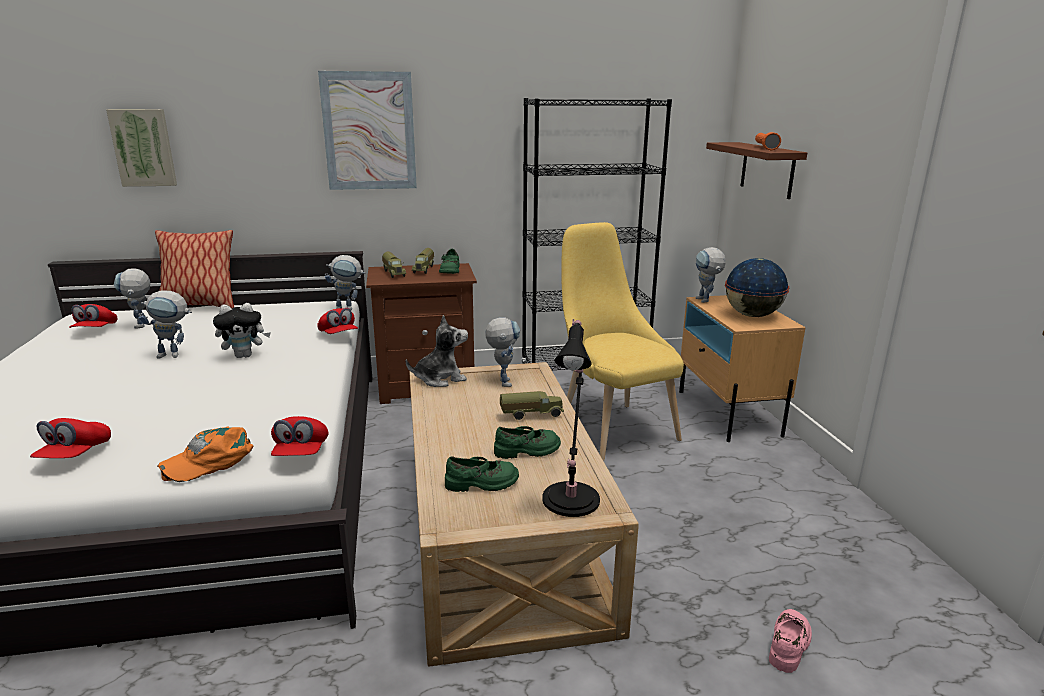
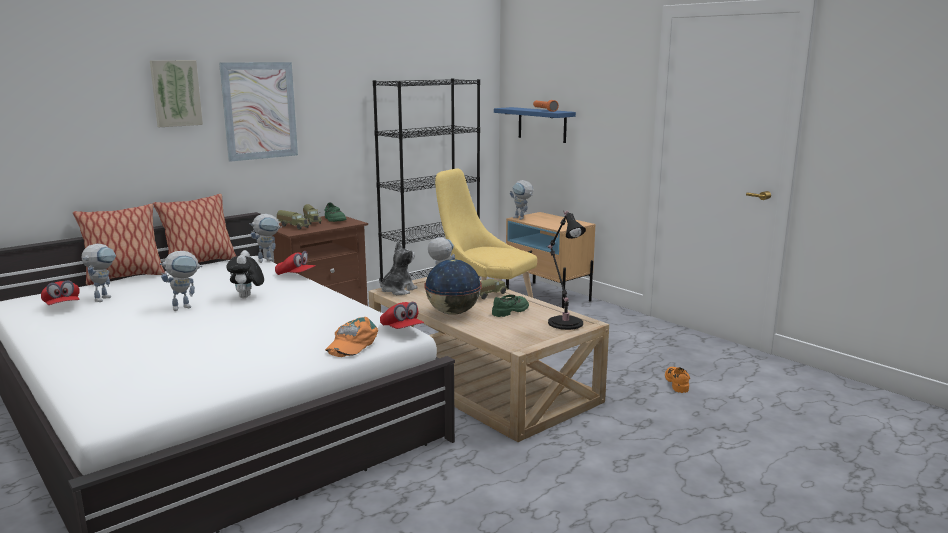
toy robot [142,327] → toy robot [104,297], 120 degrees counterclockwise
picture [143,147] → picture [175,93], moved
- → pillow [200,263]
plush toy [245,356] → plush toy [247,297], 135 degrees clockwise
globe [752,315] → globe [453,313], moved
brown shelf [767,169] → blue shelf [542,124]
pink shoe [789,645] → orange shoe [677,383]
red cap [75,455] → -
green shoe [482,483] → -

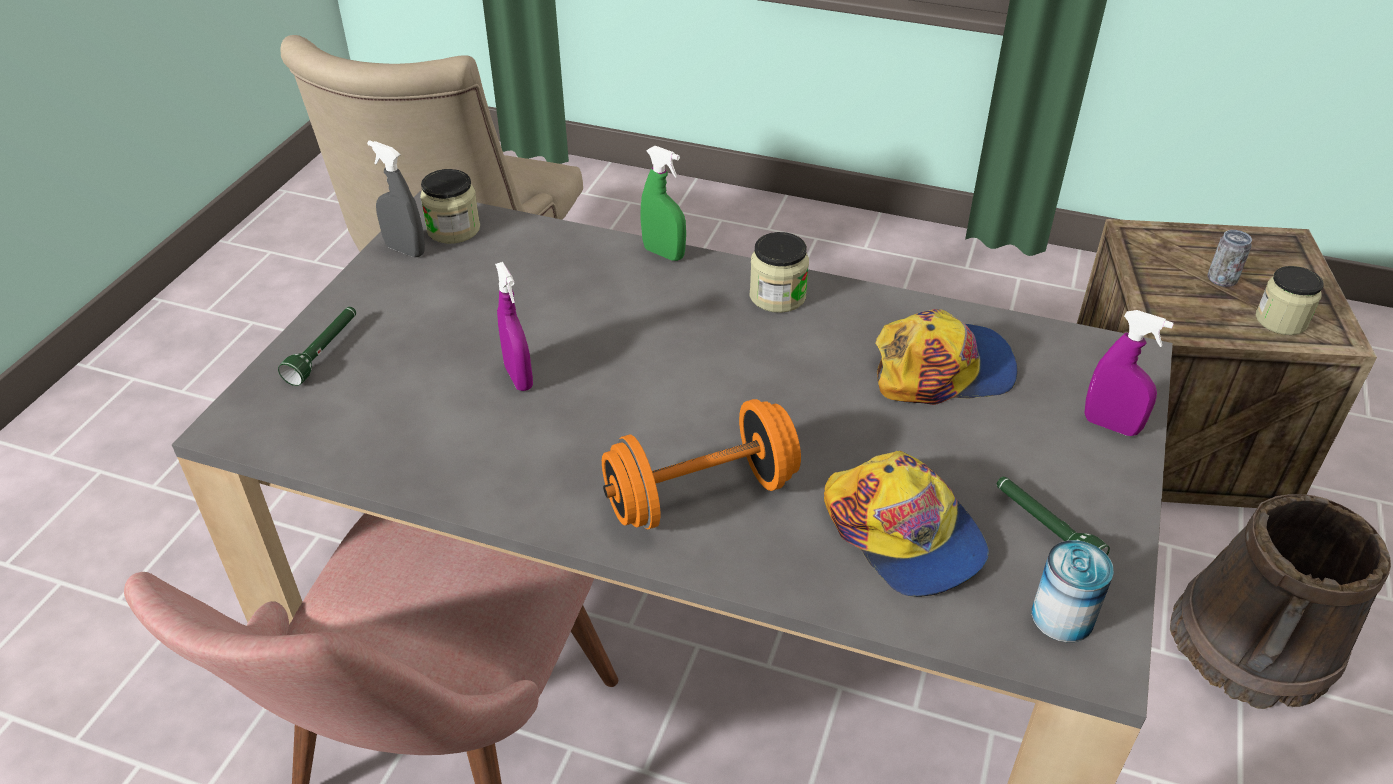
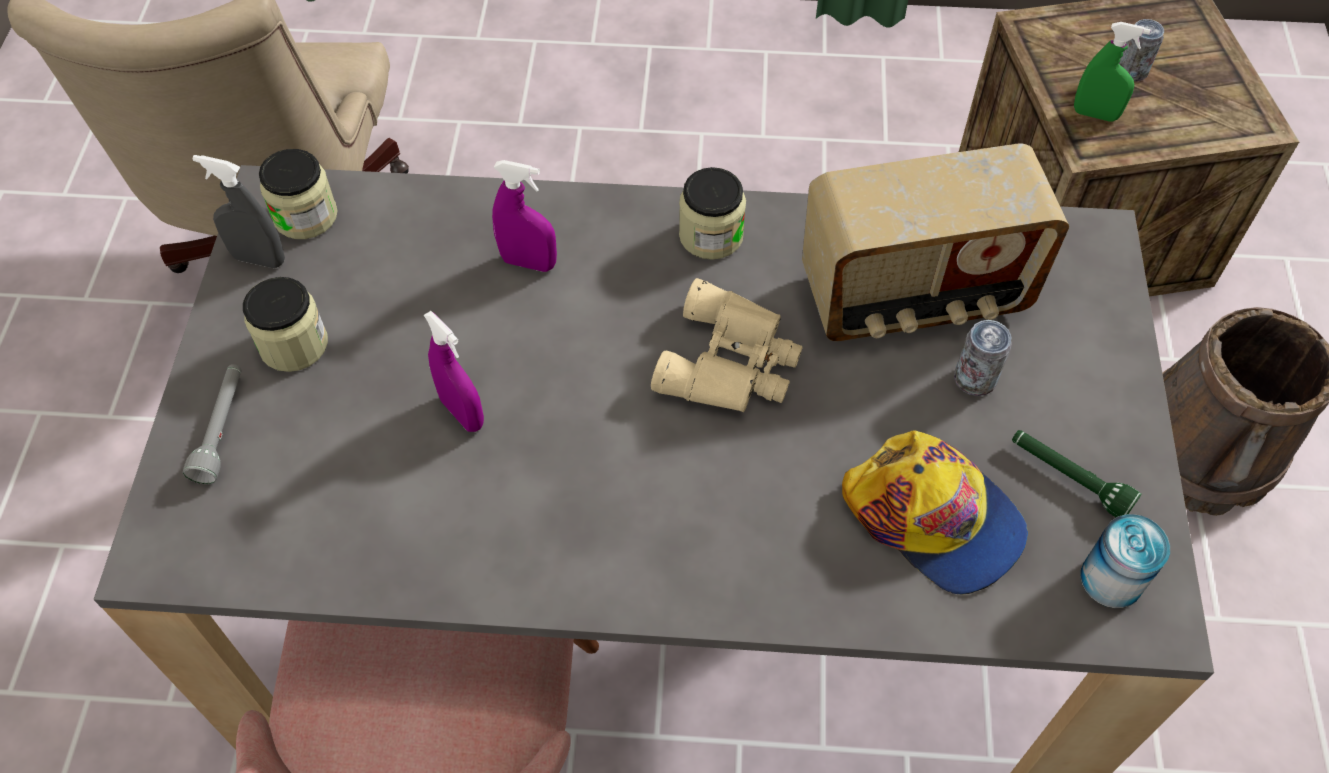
green flashlight [324,352] → grey flashlight [222,429]
jar [1280,320] → jar [294,344], moved
purple spray bottle [1111,426] → purple spray bottle [528,262], moved
- → beige binoculars [732,363]
cap [943,369] → radio [914,297]
- → can [975,379]
green spray bottle [664,253] → green spray bottle [1095,114], moved
orange dumbbell [701,495] → -

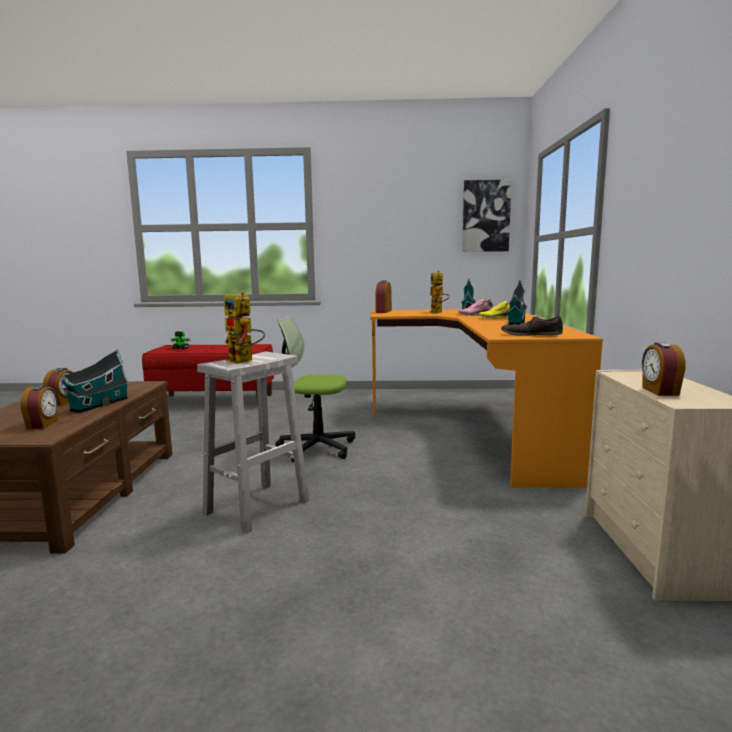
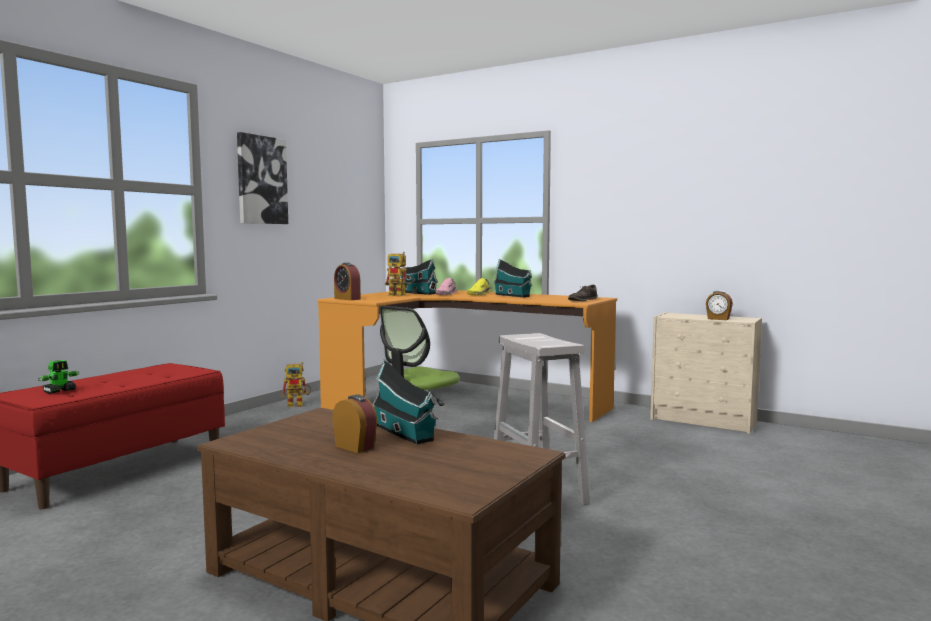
picture [486,216] → picture [261,180], moved
toy robot [245,361] → toy robot [299,404], moved
alarm clock [43,424] → -

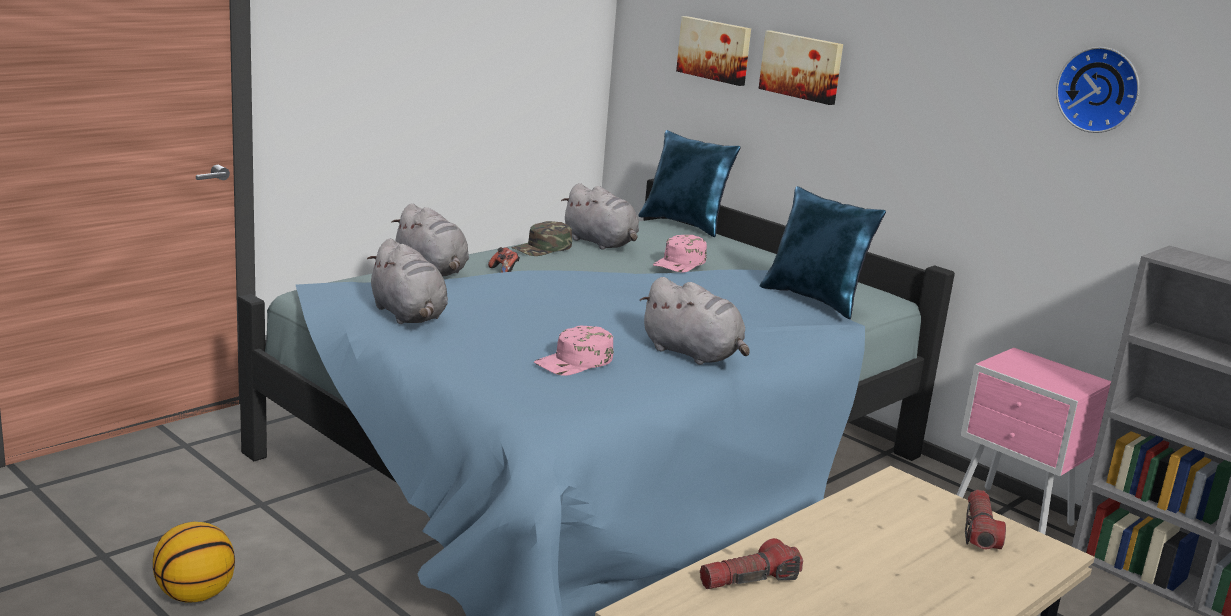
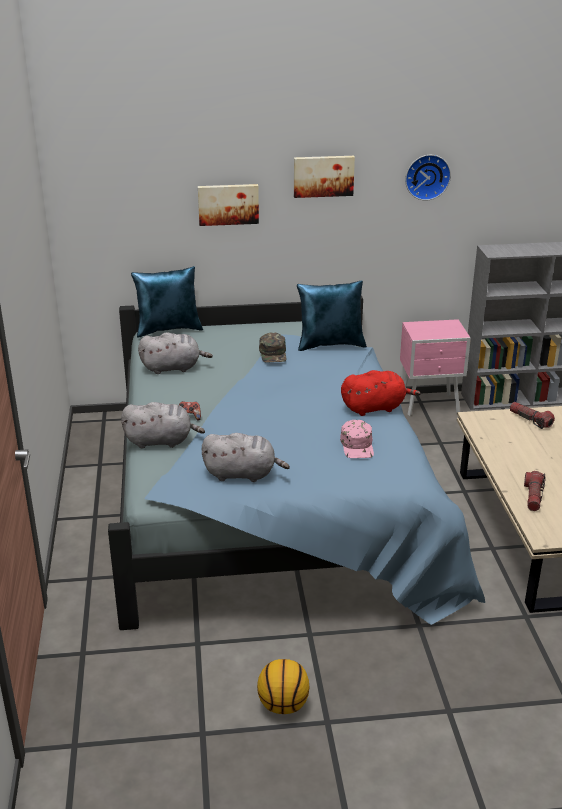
green cap [542,248] → green cap [273,353], moved
picture [715,50] → picture [323,176], moved
grey plush toy [694,354] → red plush toy [375,408]
pink cap [680,263] → -

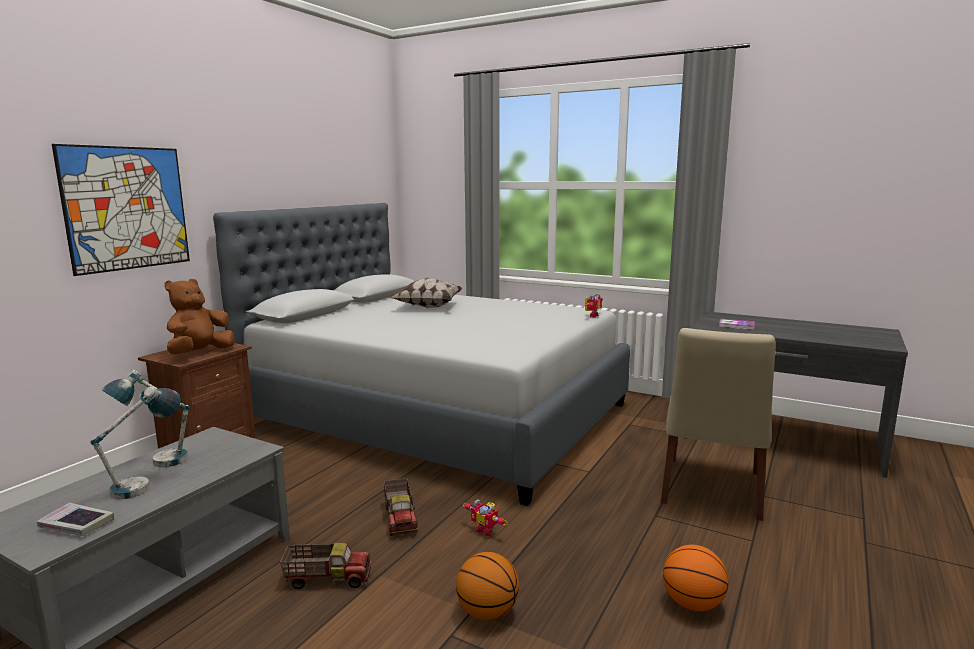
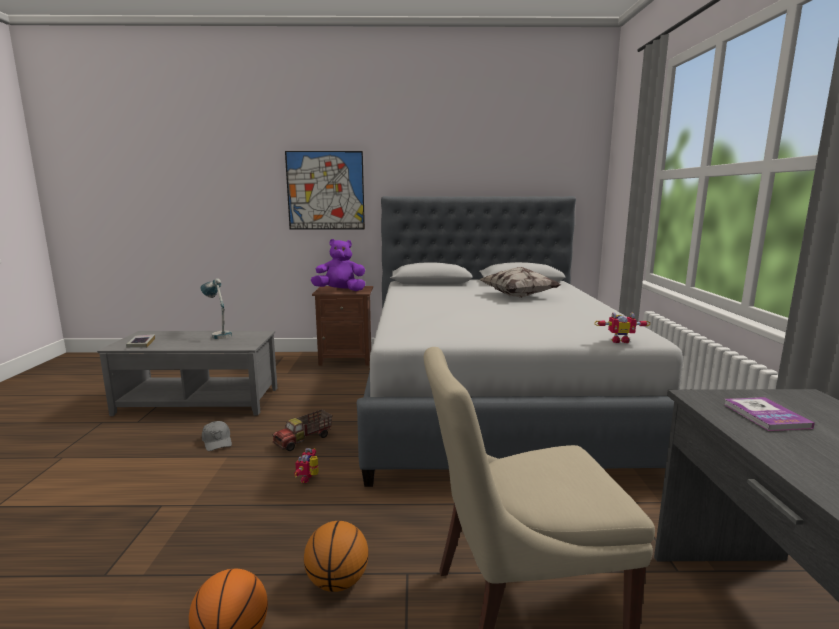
toy truck [327,578] → grey cap [217,441]
basketball [487,612] → basketball [338,582], moved
brown plush toy [200,353] → purple plush toy [340,290]
table lamp [146,484] → -

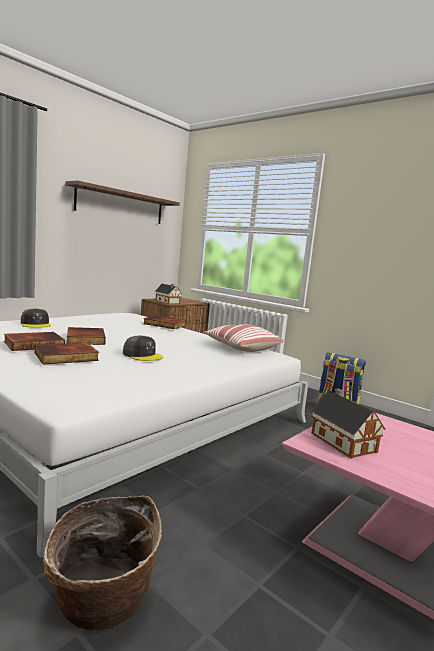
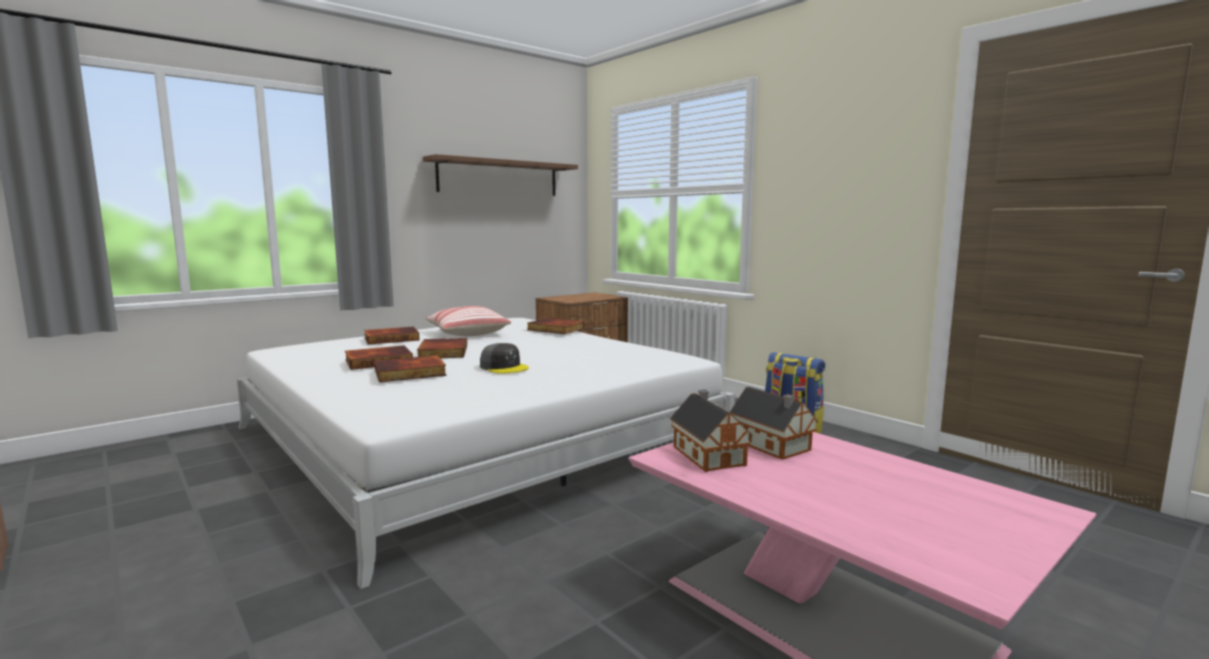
grey cap [36,324] → book [392,338]
pillow [241,348] → pillow [467,333], moved
toy house [168,302] → toy house [772,446], moved
basket [101,604] → -

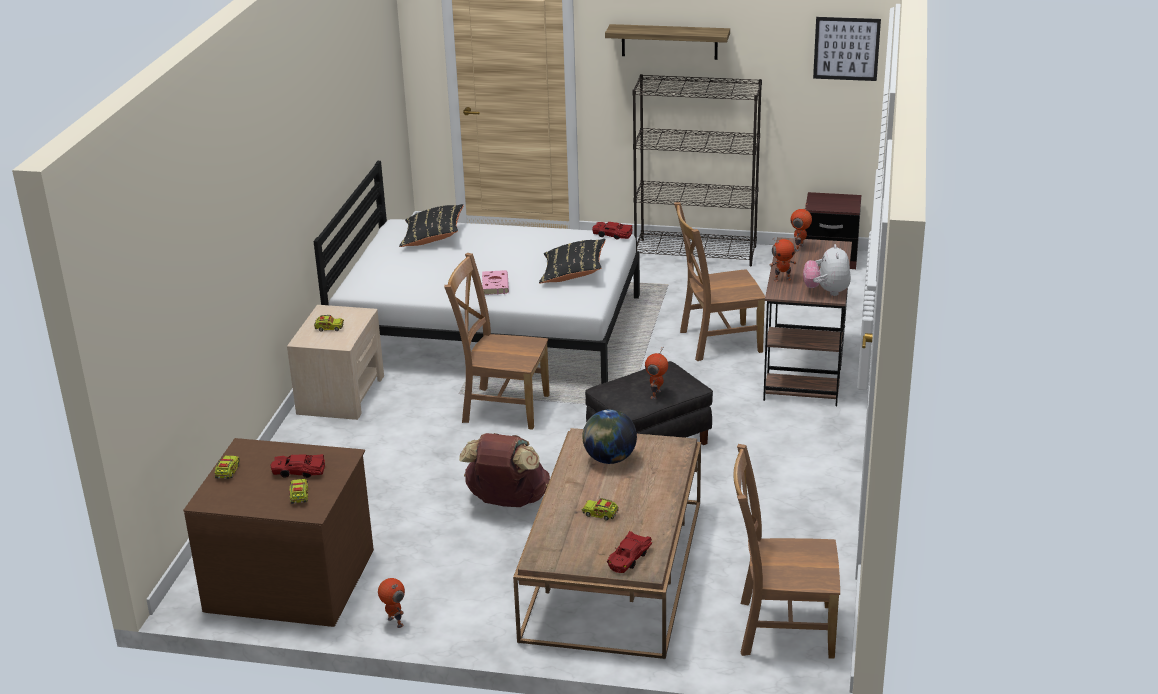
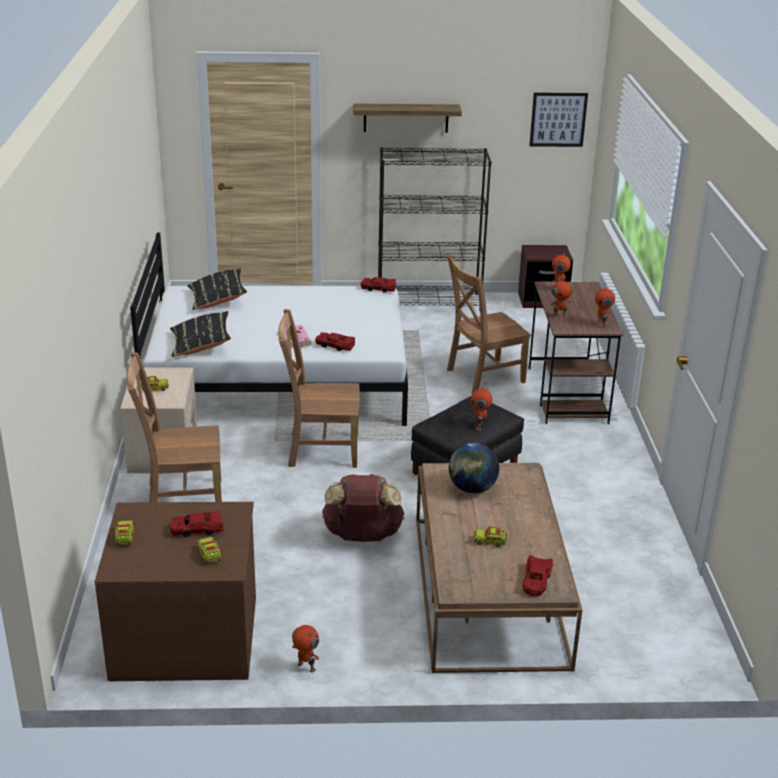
brown chair [781,628] → brown chair [181,500], moved
black pillow [573,273] → black pillow [201,345], moved
- → red toy car [334,345]
plush toy [826,291] → toy robot [602,324]

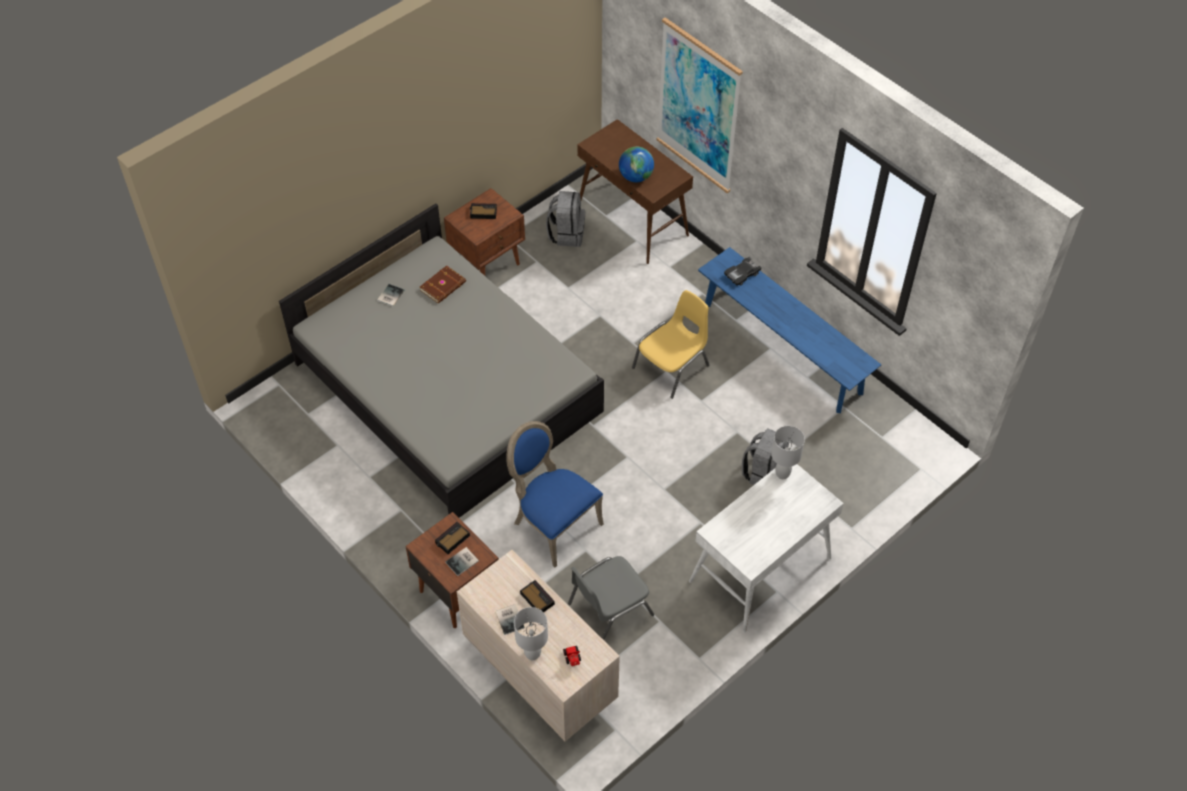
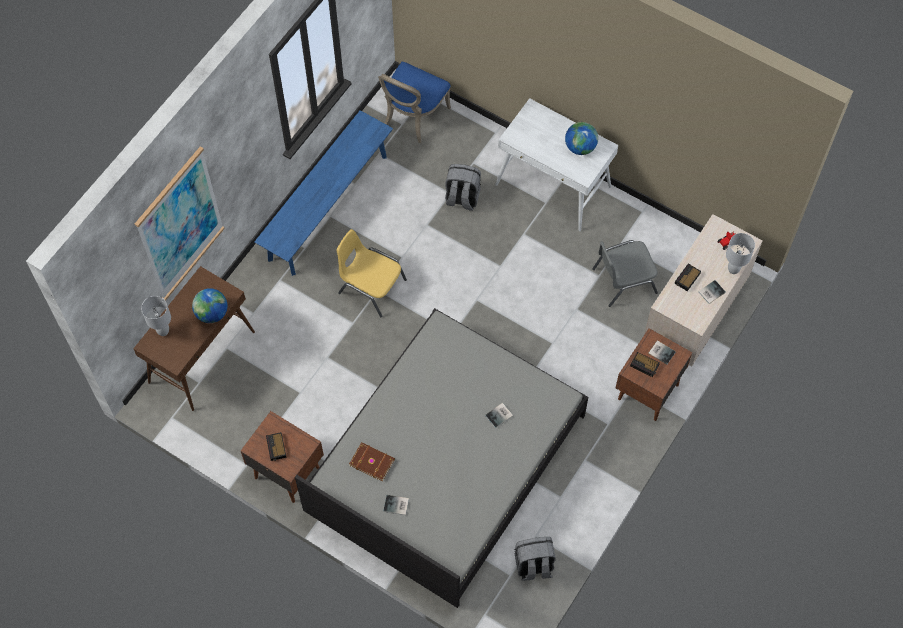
white table lamp [782,474] → white table lamp [163,331], moved
blue chair [553,524] → blue chair [413,117], moved
- → book [500,415]
grey backpack [566,234] → grey backpack [533,565], moved
- → globe [580,147]
grey chair [608,609] → grey chair [623,280], 120 degrees clockwise
black toy car [742,274] → -

